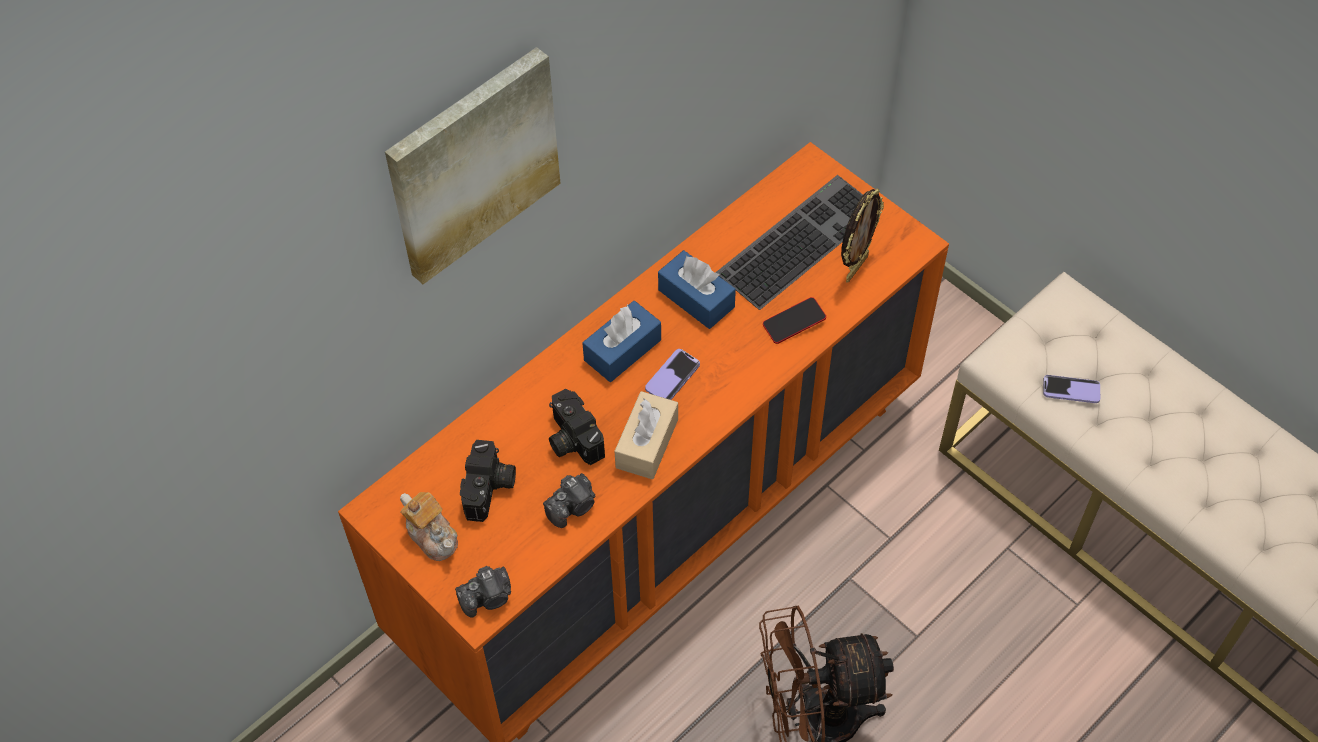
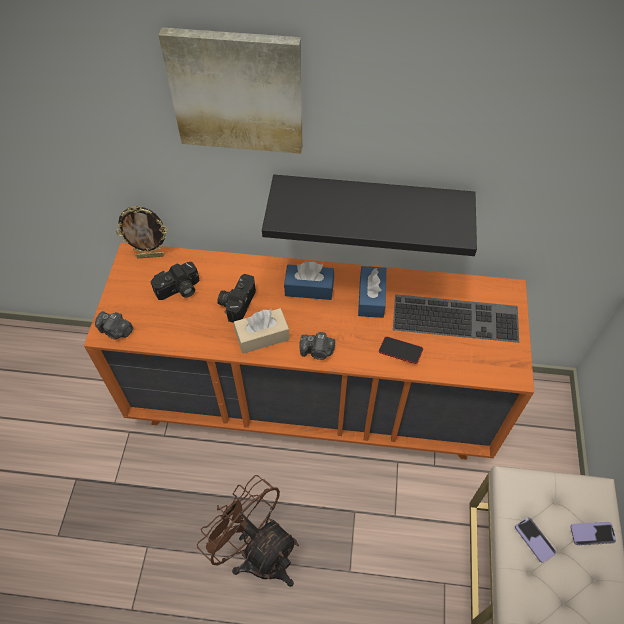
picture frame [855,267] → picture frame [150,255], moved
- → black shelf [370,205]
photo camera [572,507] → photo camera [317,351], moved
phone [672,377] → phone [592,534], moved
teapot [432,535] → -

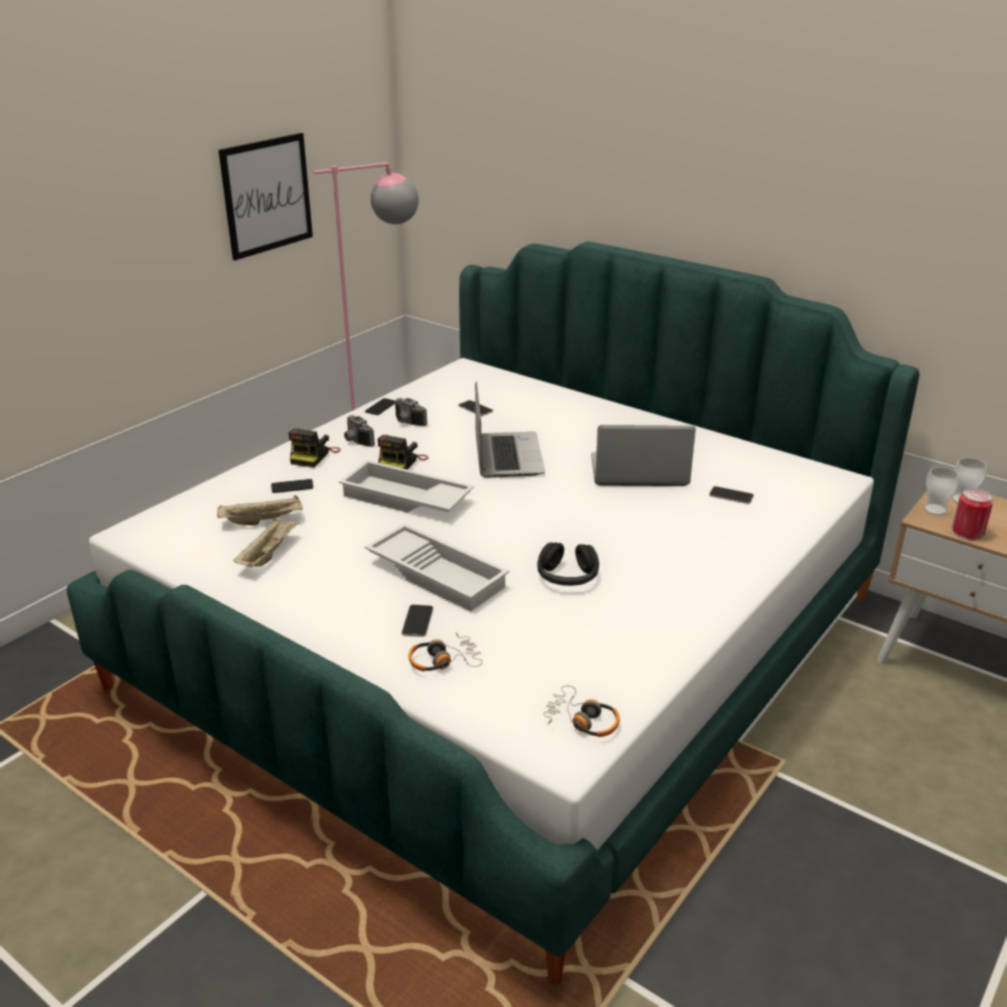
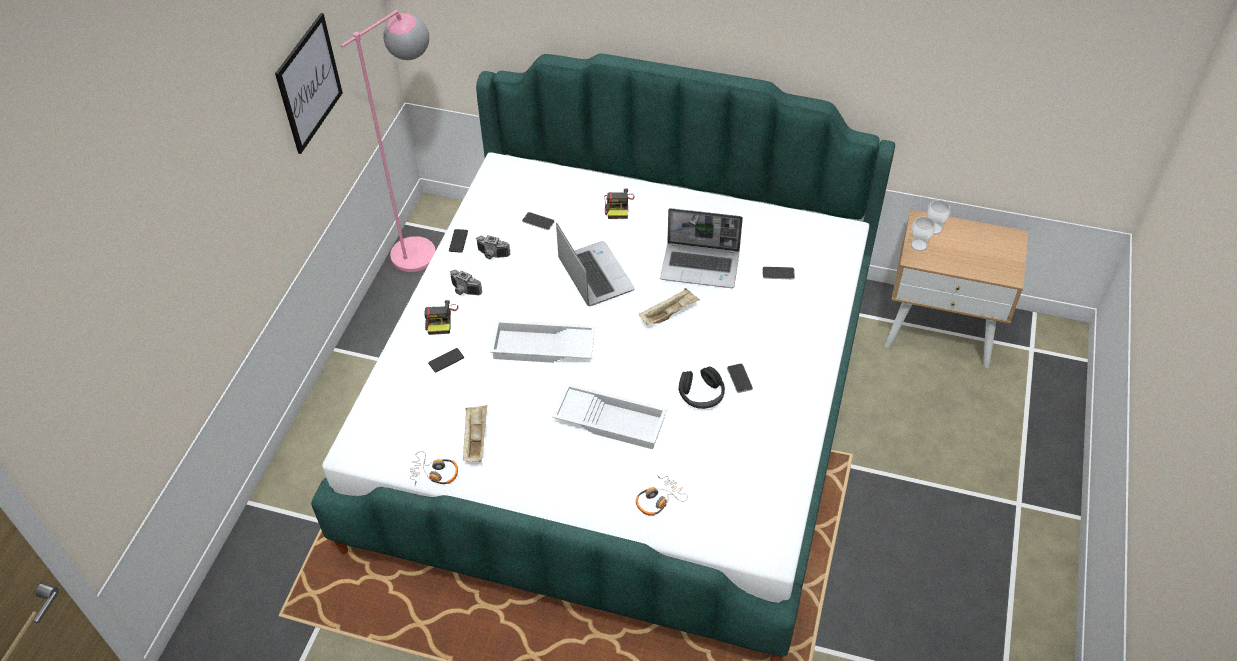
headphones [582,721] → headphones [434,473], moved
photo camera [401,463] → photo camera [618,206], moved
beige tray [263,520] → beige tray [669,314], moved
laptop [637,472] → laptop [701,266], 150 degrees counterclockwise
phone [417,621] → phone [739,378], moved
can [967,532] → -

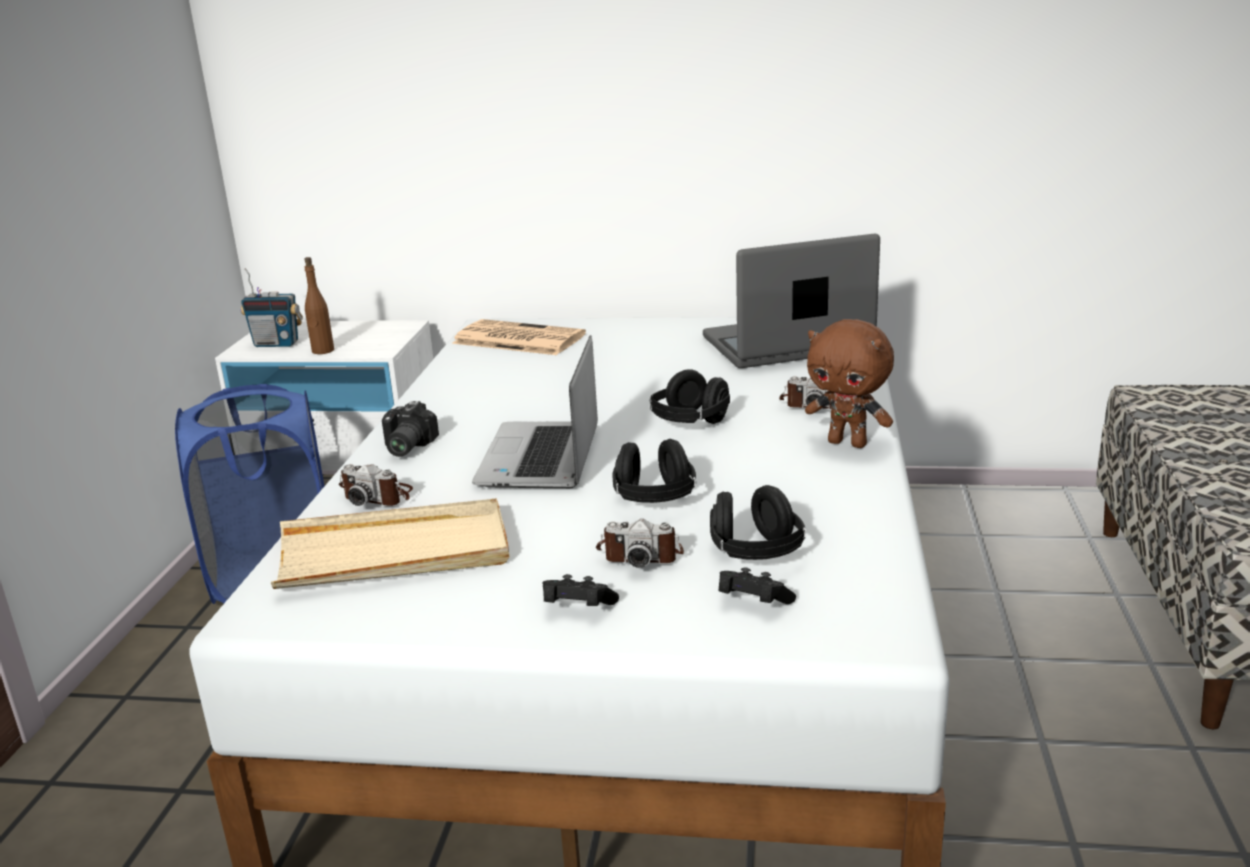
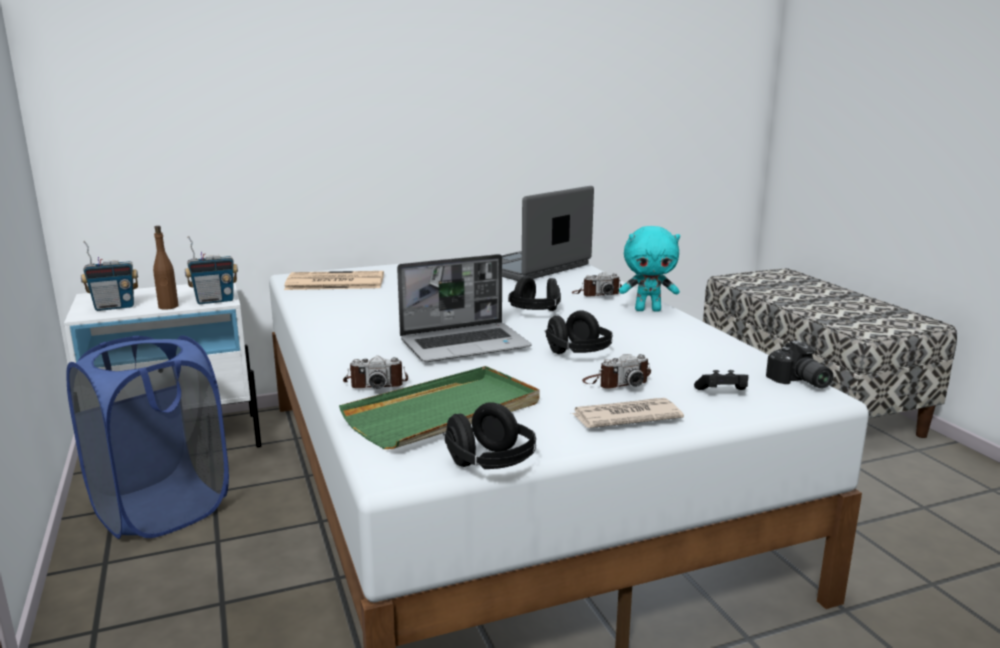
- → radio [215,300]
beige tray [394,553] → green tray [445,413]
laptop [541,459] → laptop [465,344], 90 degrees counterclockwise
black headphones [755,553] → black headphones [490,464], moved
black game controller [577,608] → newspaper [624,417]
brown plush toy [848,443] → turquoise plush toy [648,310]
photo camera [404,447] → photo camera [799,382], moved

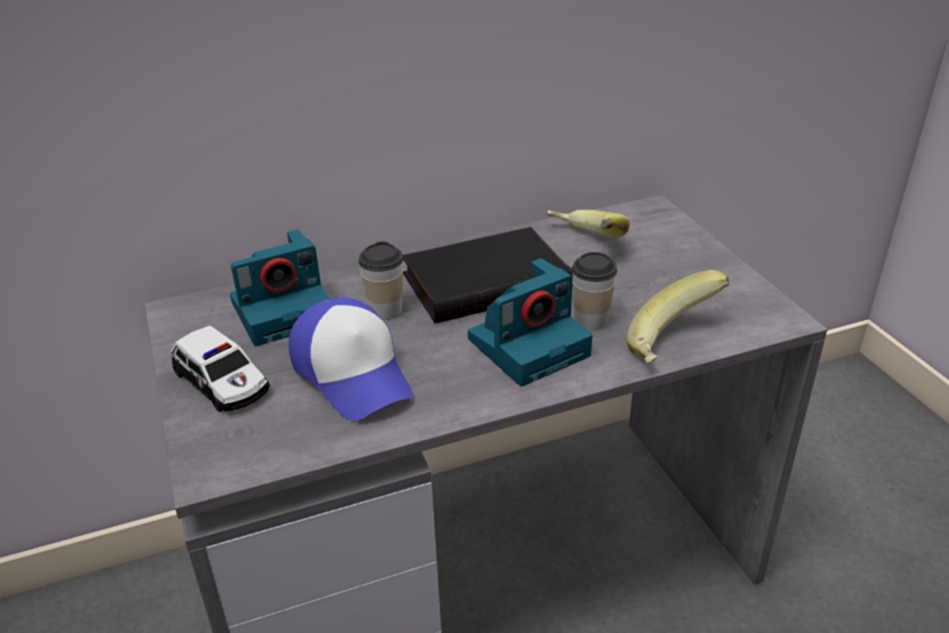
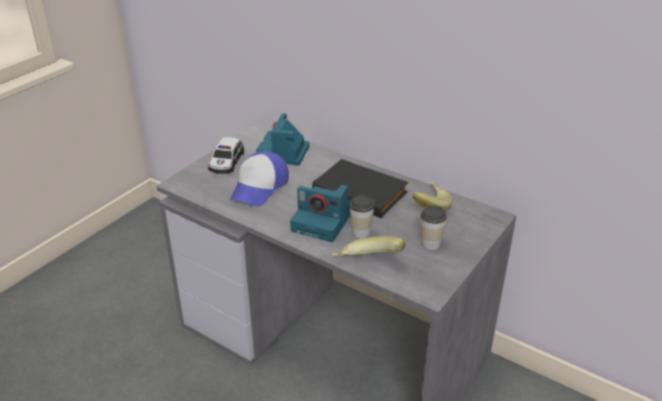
photo camera [284,310] → photo camera [283,153], 75 degrees clockwise
cup [385,310] → cup [430,244], moved

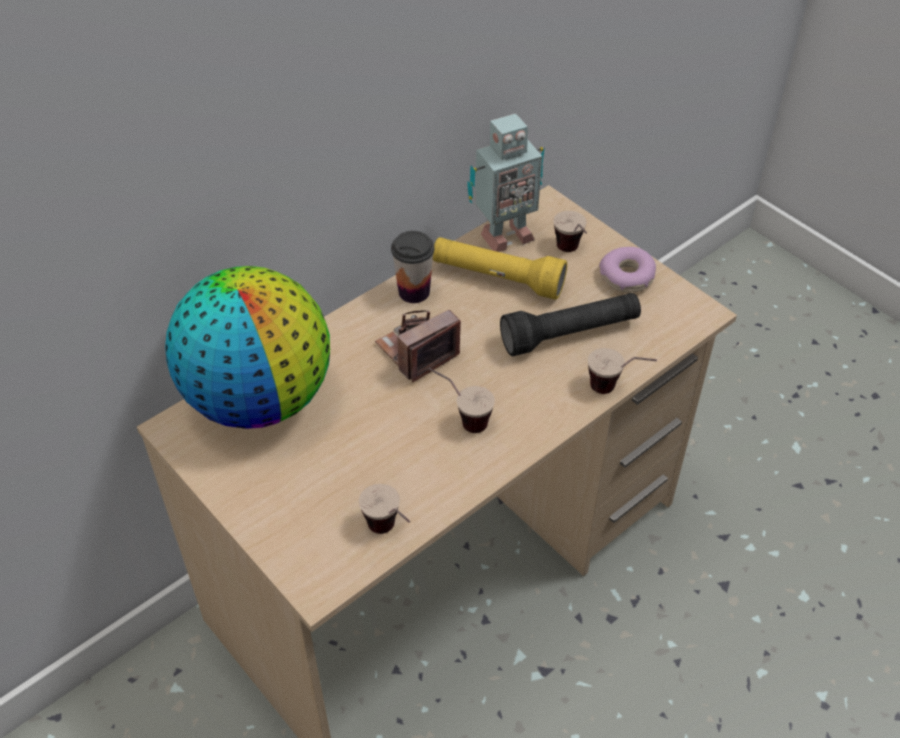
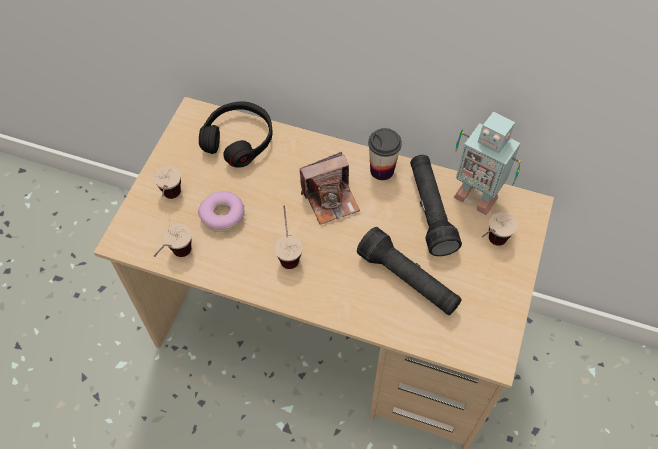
cup [616,390] → cup [171,200], moved
donut [627,277] → donut [223,216], moved
globe [259,399] → black headphones [239,139]
photo camera [417,351] → photo camera [330,199], 135 degrees clockwise
yellow flashlight [497,278] → black flashlight [430,211]

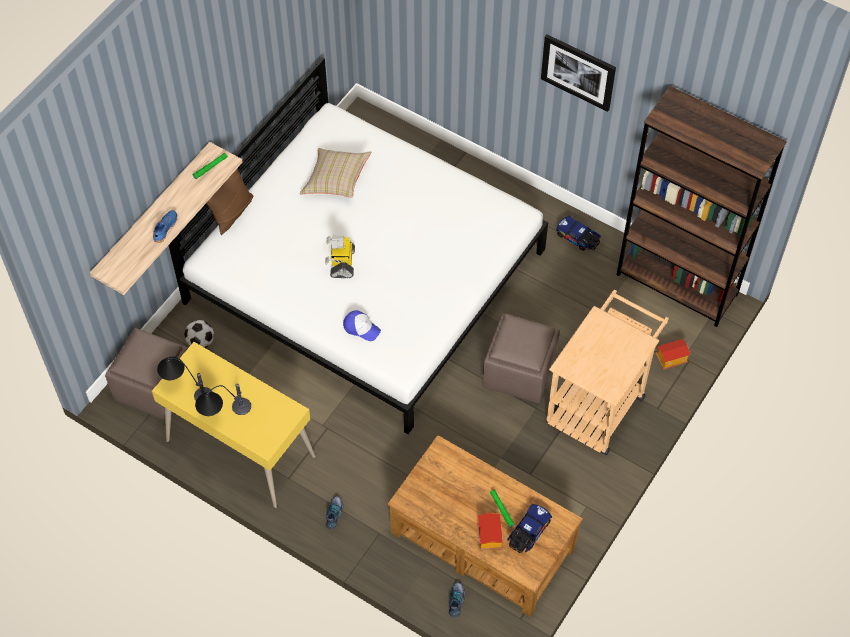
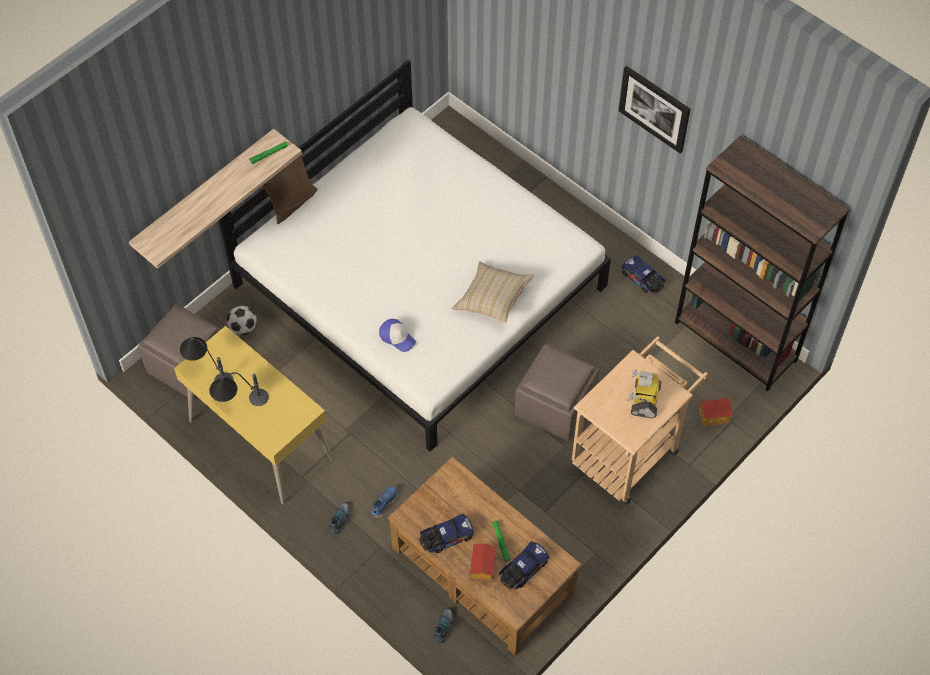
blue shoe [164,228] → blue shoe [383,503], moved
- → toy truck [445,538]
beige pillow [336,180] → beige pillow [492,299], moved
toy robot [341,263] → toy robot [644,400], moved

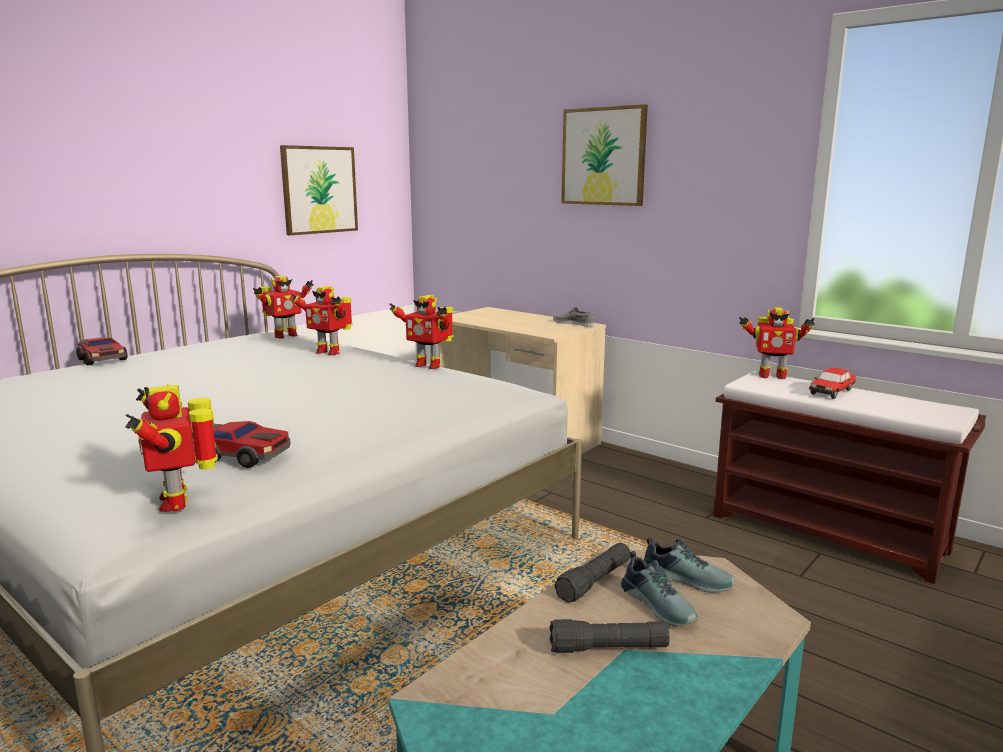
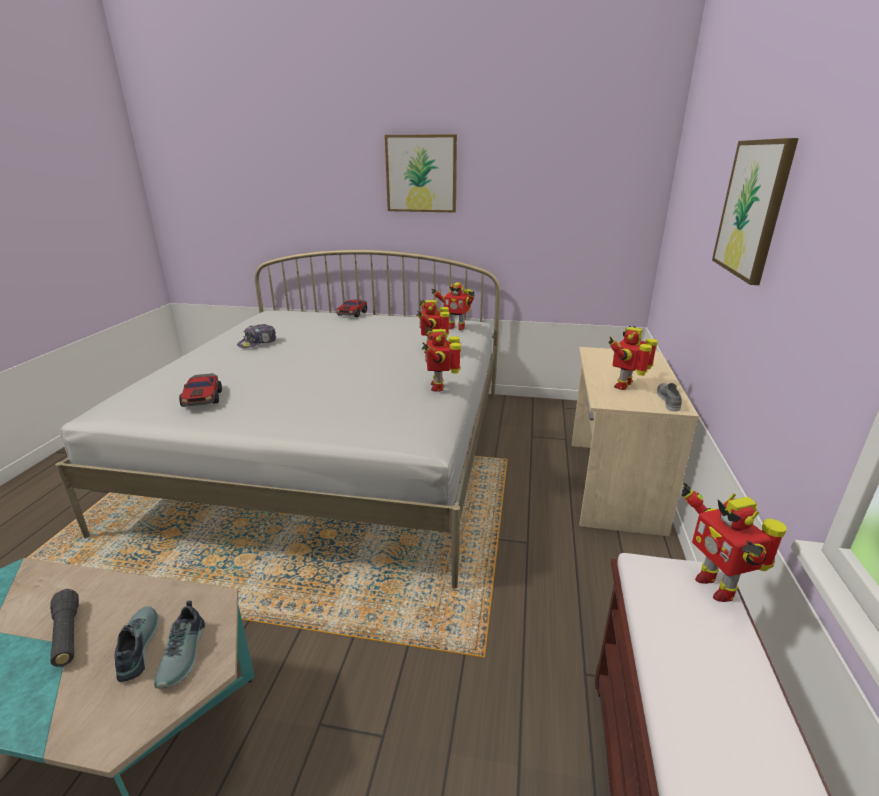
shoe [659,604] → shoe [136,647], 135 degrees clockwise
- → cap [258,343]
picture [319,190] → picture [421,174], moved
toy robot [178,501] → toy robot [625,385], moved
black flashlight [595,582] → -
toy car [832,391] → -

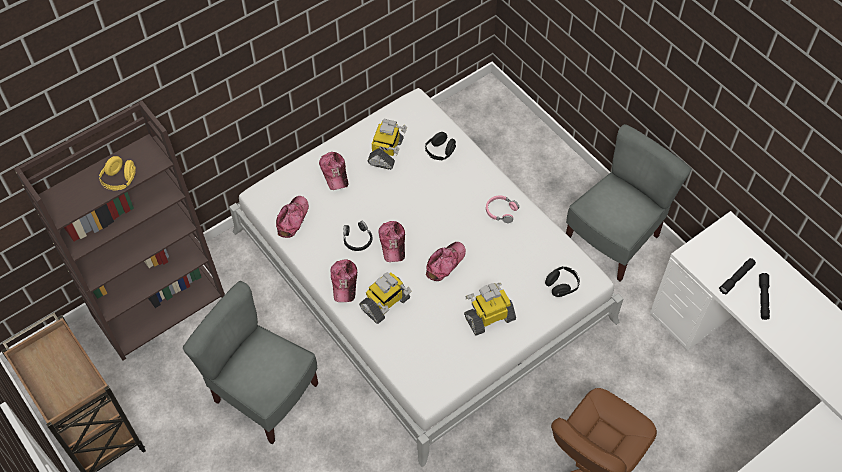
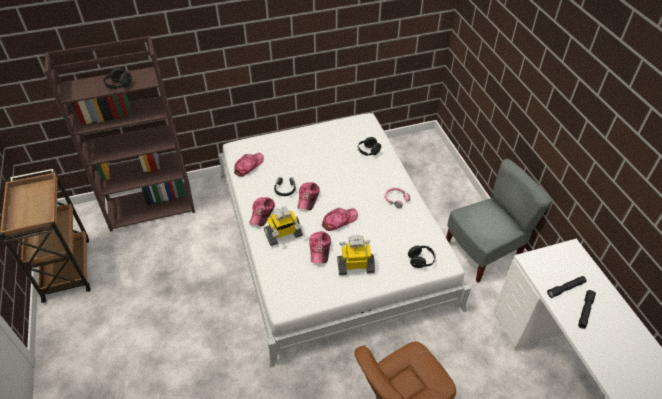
yellow headphones [120,180] → black headphones [119,86]
cap [334,173] → cap [320,249], moved
grey chair [264,394] → -
toy robot [386,152] → -

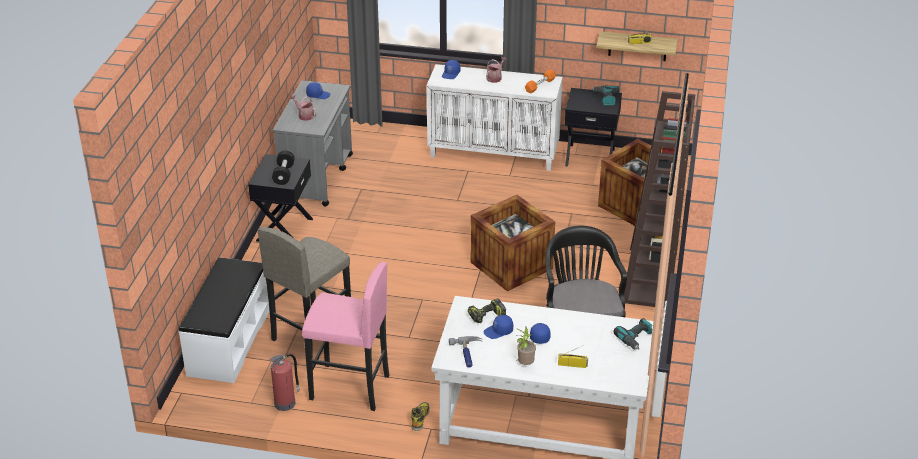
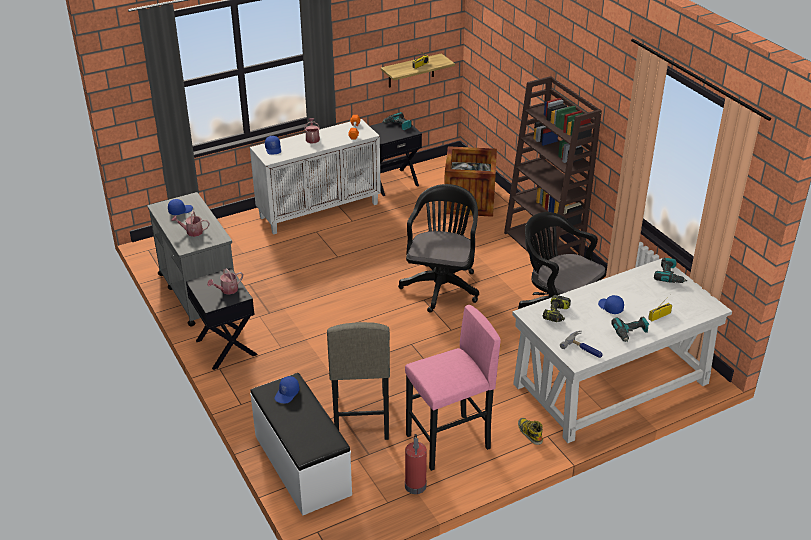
black dumbbell [284,174] → watering can [227,290]
blue cap [498,331] → blue cap [287,394], moved
crate [511,265] → black office chair [441,285]
potted plant [525,364] → power drill [631,333]

